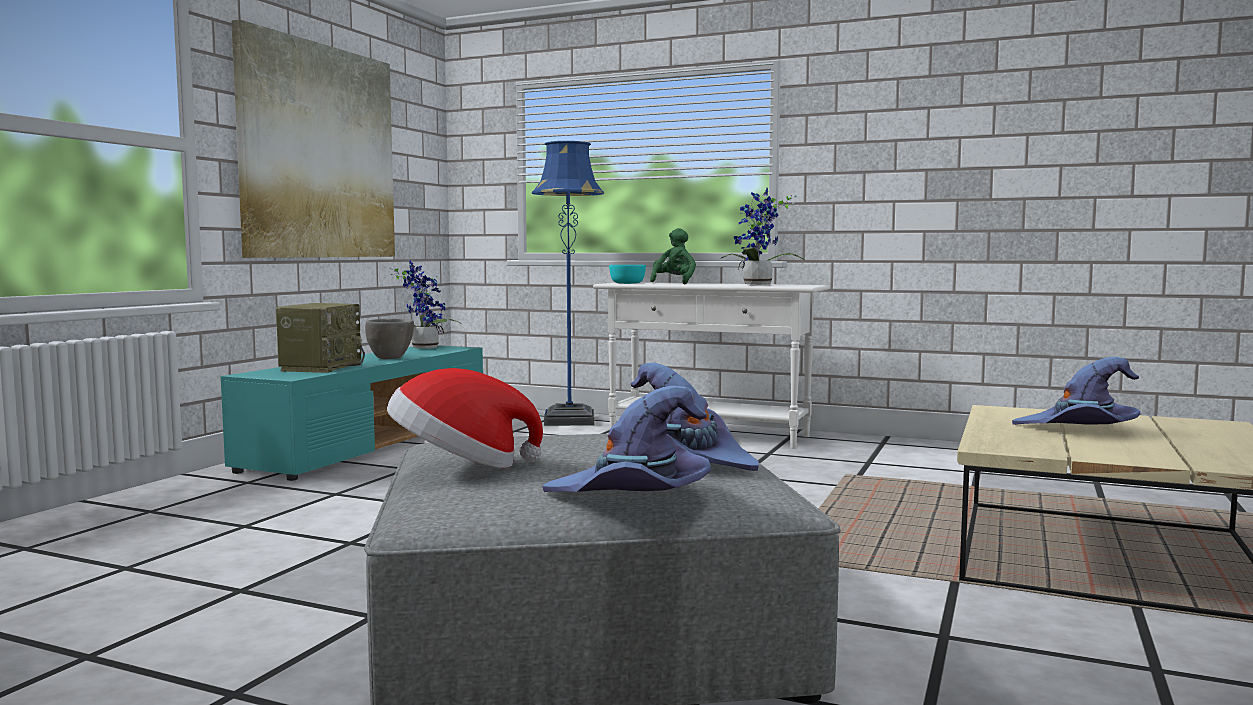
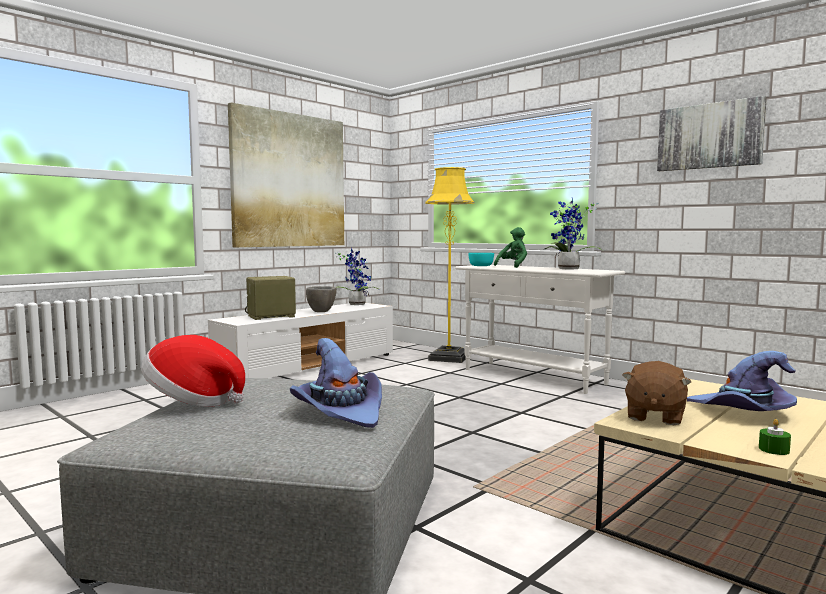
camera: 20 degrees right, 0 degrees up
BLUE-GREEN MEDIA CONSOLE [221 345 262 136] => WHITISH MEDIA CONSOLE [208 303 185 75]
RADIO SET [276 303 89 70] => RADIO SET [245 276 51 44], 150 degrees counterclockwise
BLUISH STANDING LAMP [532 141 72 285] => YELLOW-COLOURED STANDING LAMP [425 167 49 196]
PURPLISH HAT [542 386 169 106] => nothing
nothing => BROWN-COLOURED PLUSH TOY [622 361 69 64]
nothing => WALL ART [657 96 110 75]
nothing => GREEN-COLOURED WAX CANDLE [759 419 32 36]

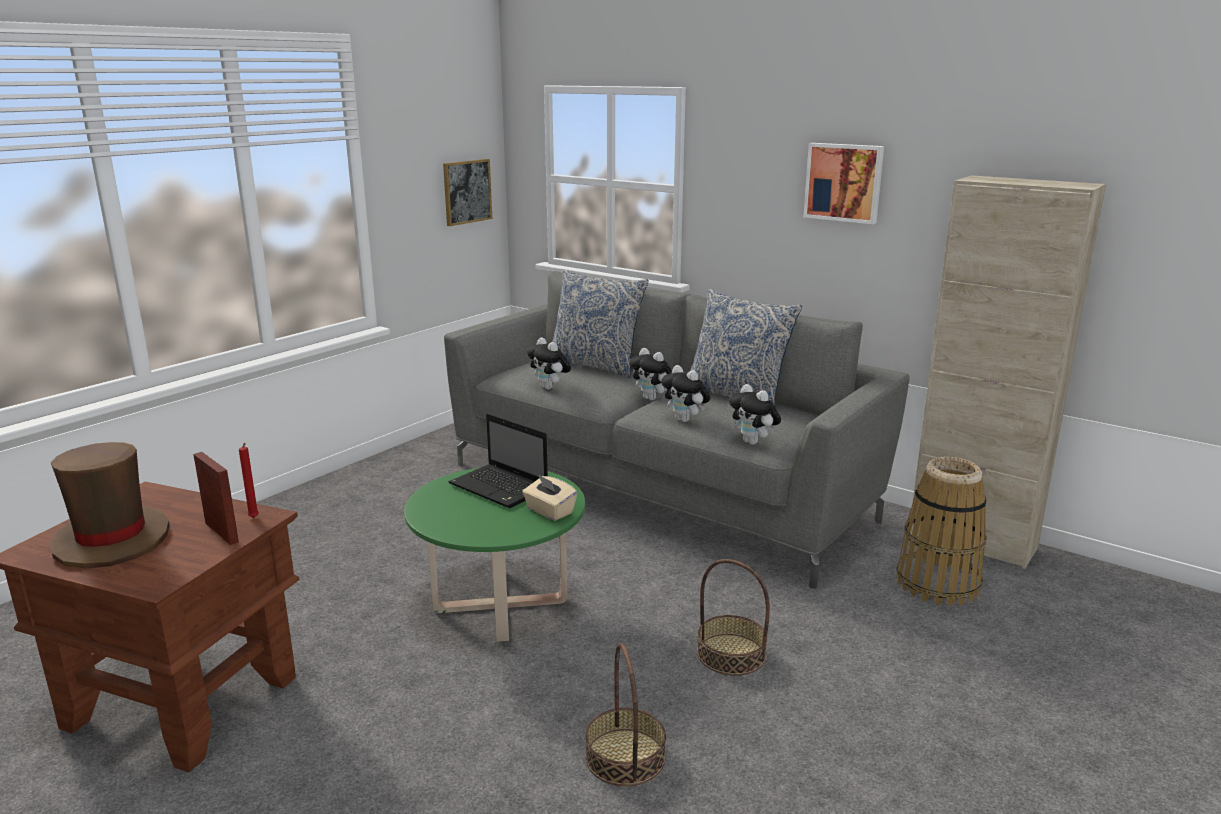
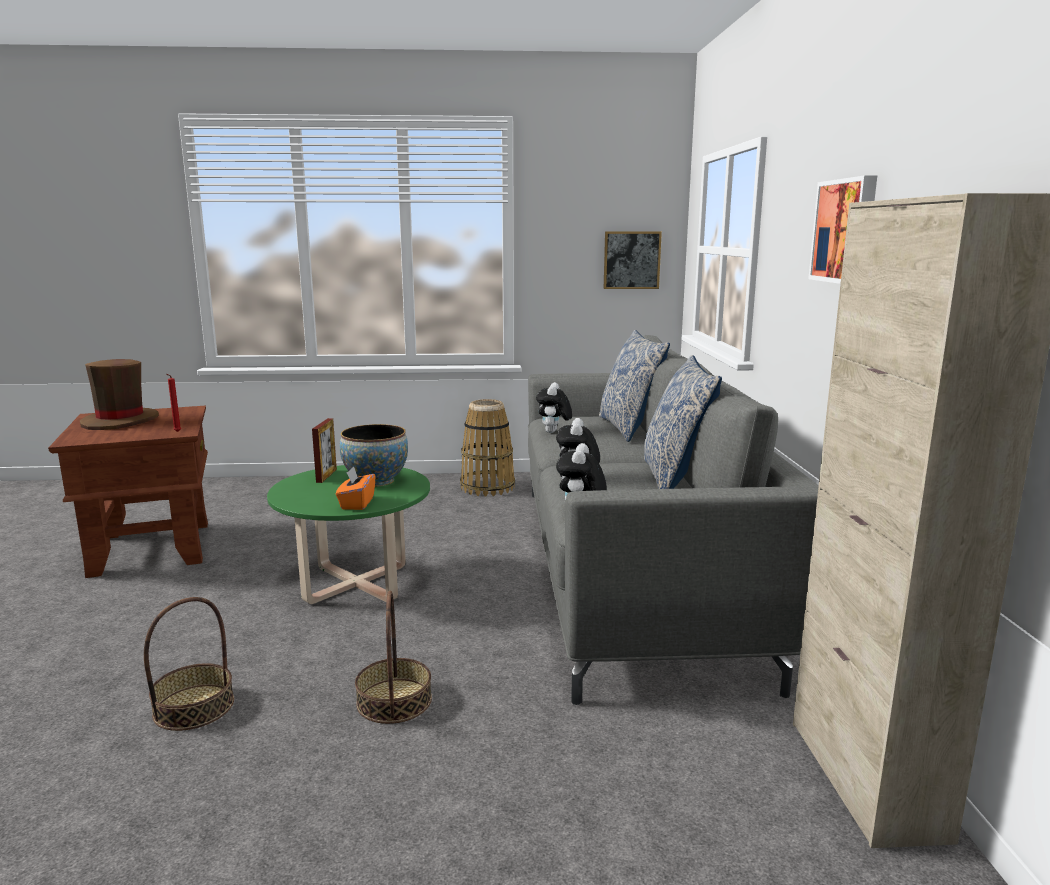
camera: 50 degrees right, 5 degrees down
STANDING FRAME [193 452 46 93] => STANDING FRAME [312 418 25 65], moved
NOTEBOOK COMPUTER [449 414 99 94] => DEEP DISH [340 424 68 63]
SAND-COLOURED TISSUE BOX [522 474 55 47] => ORANGE TISSUE BOX [336 466 40 44]
PLUSH TOY [629 348 43 53] => nothing
BASKET [896 457 91 149] => BASKET [460 399 55 98], moved

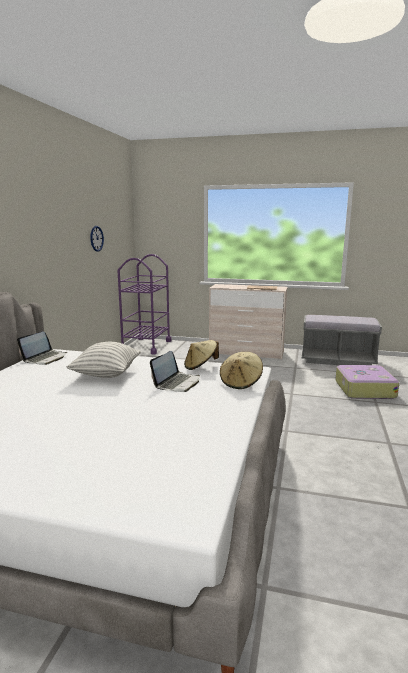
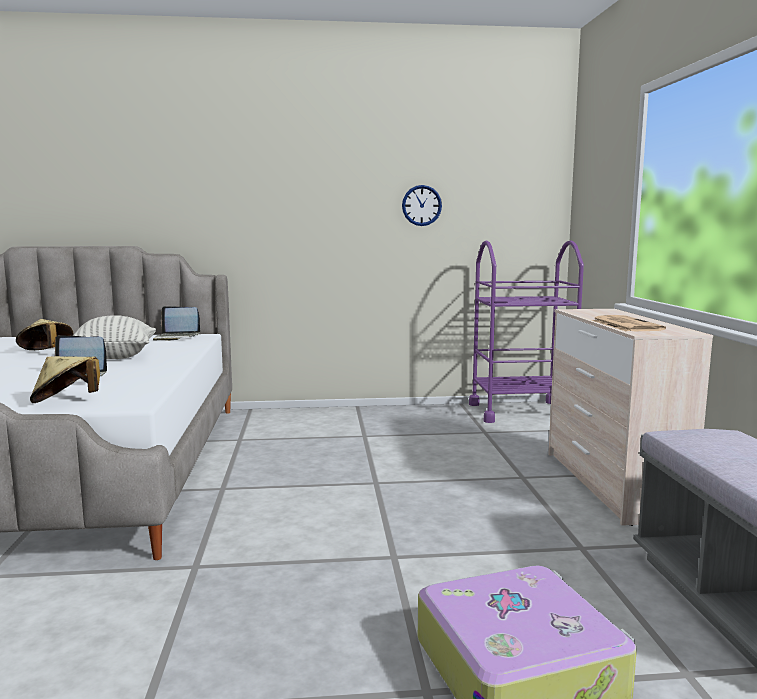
camera: 70 degrees right, 5 degrees down
SAND-COLOURED HAT [184 340 35 30] => SAND-COLOURED HAT [16 319 57 31], moved

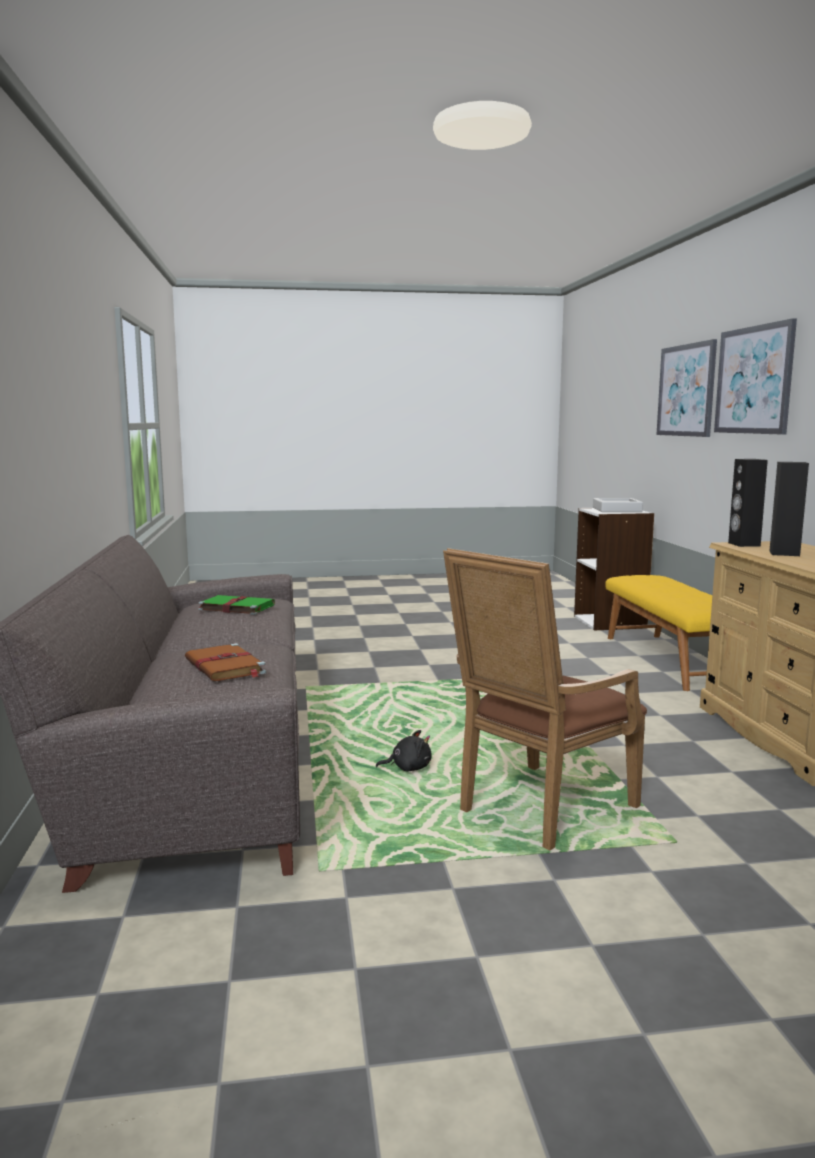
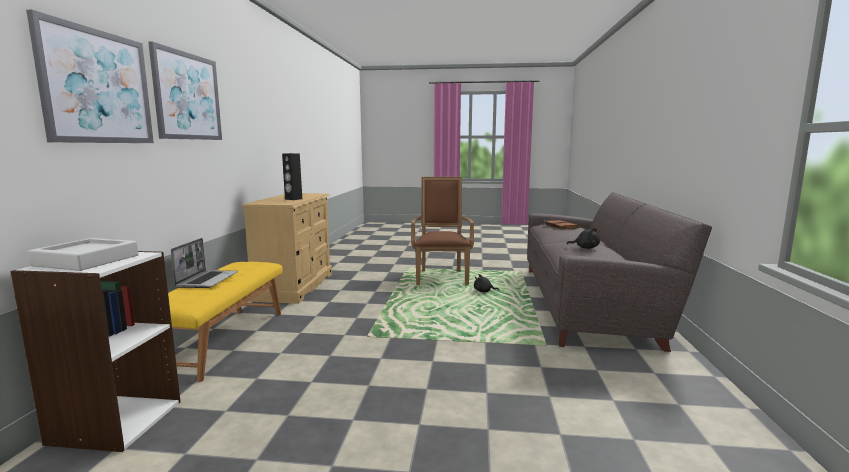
camera: 165 degrees left, 0 degrees up
GREEN-COLOURED VOLUME [198 595 77 20] => BLACKISH PLUSH TOY [567 228 33 21]
BROWN-COLOURED ARMCHAIR [443 548 204 302] => BROWN-COLOURED ARMCHAIR [411 177 63 108], 60 degrees counterclockwise
BLACKISH LOUDSPEAKER [728 459 40 88] => nothing
nothing => NOTEBOOK COMPUTER [171 238 67 50]

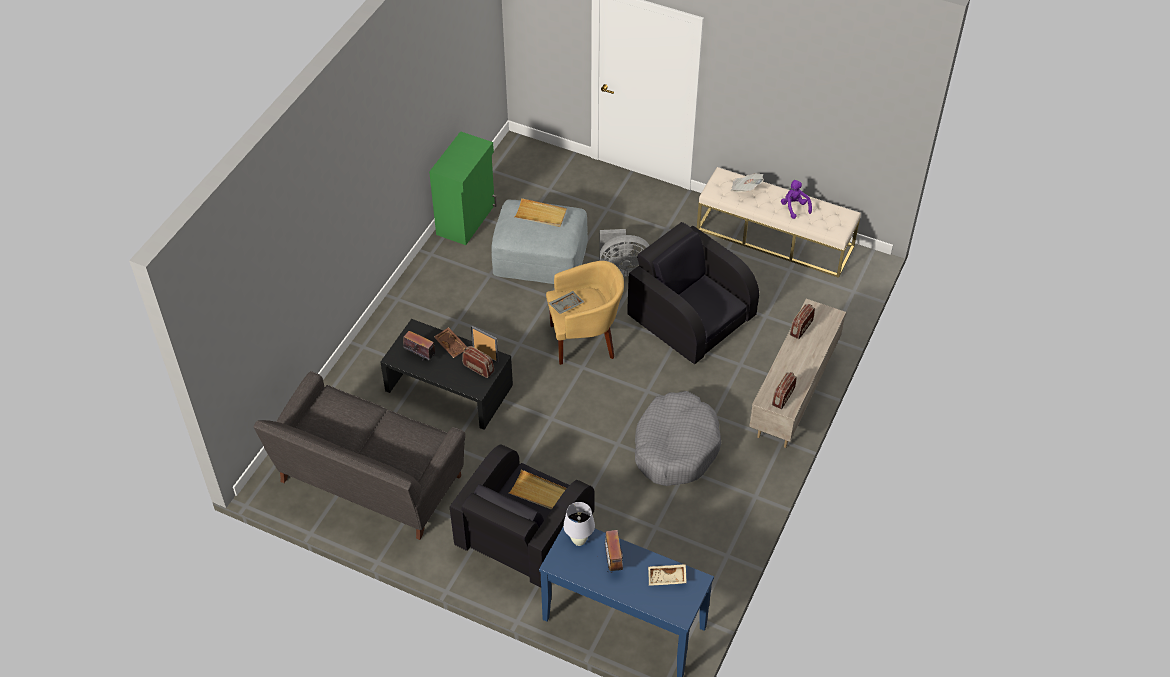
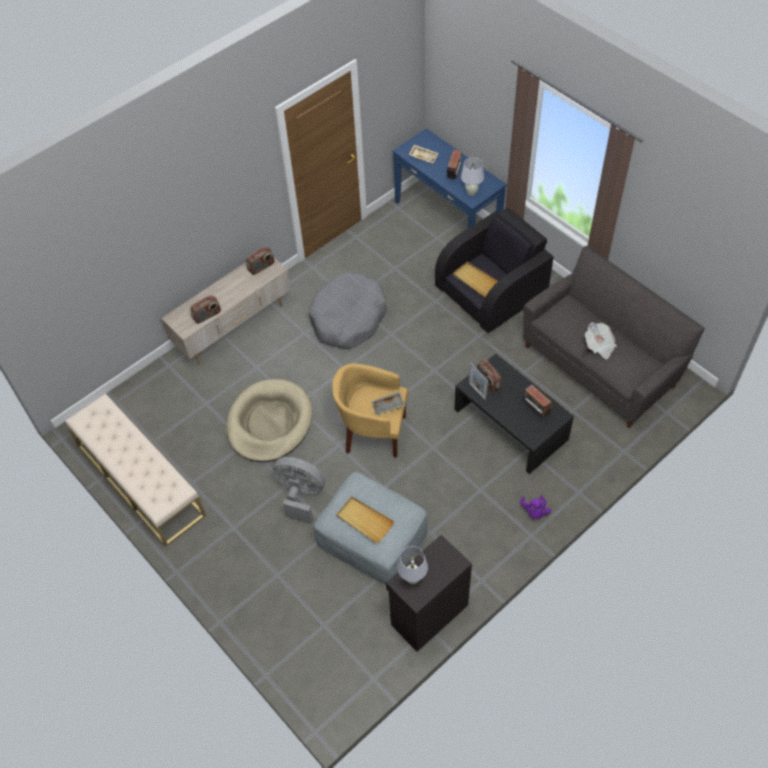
camera: 155 degrees left, 5 degrees up
GREEN-COLOURED CABINET [429 131 68 114] => BLACKISH CABINET [386 535 86 117]
BROWN-COLOURED CARRYING TRAY [434 327 33 31] => nothing
BLACKISH ARMCHAIR [627 222 132 142] => SAND-COLOURED DOG CUSHION [226 379 86 83]
PRINTED PAPER [731 173 33 19] => PRINTED PAPER [585 322 32 37], moved
PURPLISH PLUSH TOY [781 180 31 39] => PURPLISH PLUSH TOY [520 495 31 24], moved
nothing => WHITISH TABLE LAMP [397 546 31 38]

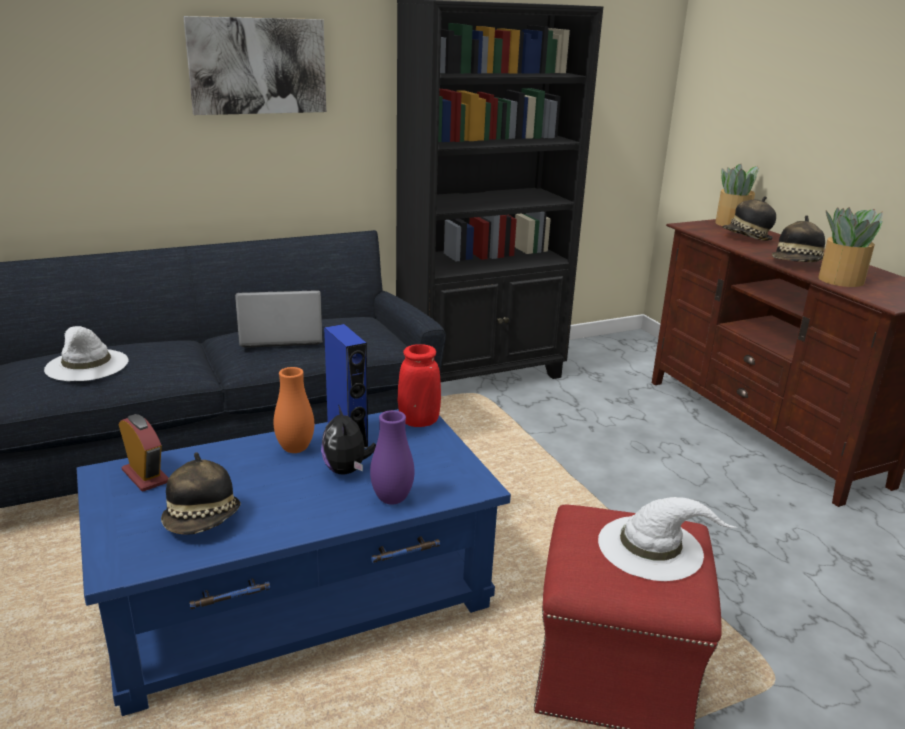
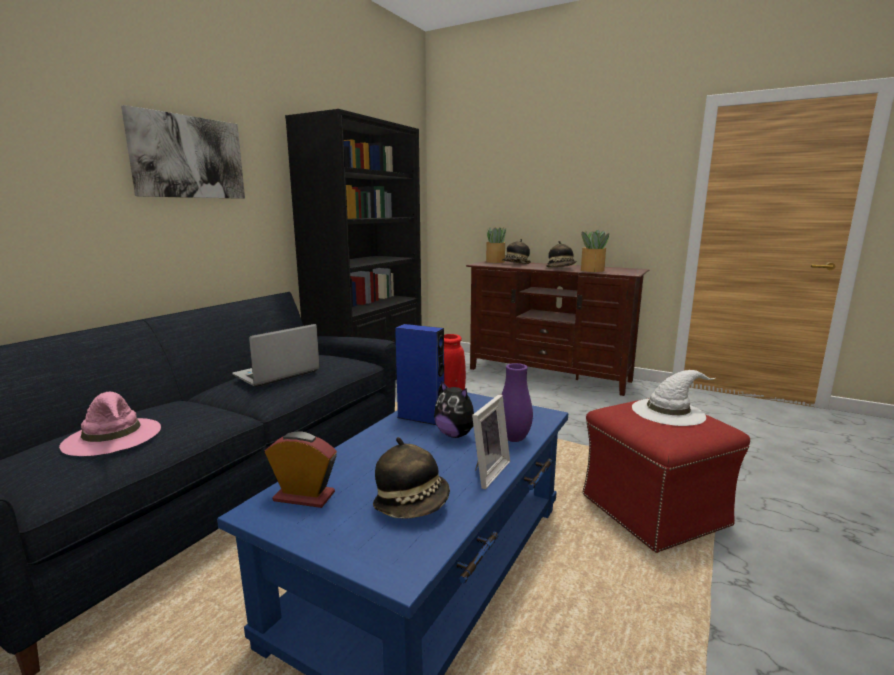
camera: 35 degrees left, 10 degrees down
WHITISH HAT [44 326 85 55] => PINKISH HAT [59 391 102 65]
ORANGE VASE [274 367 40 86] => nothing
nothing => STANDING FRAME [472 394 38 95]

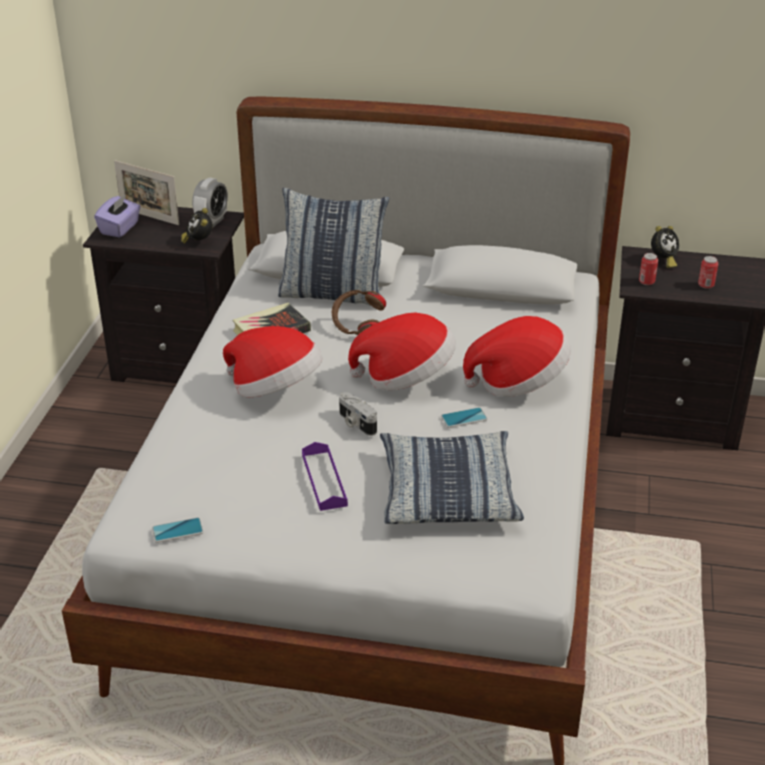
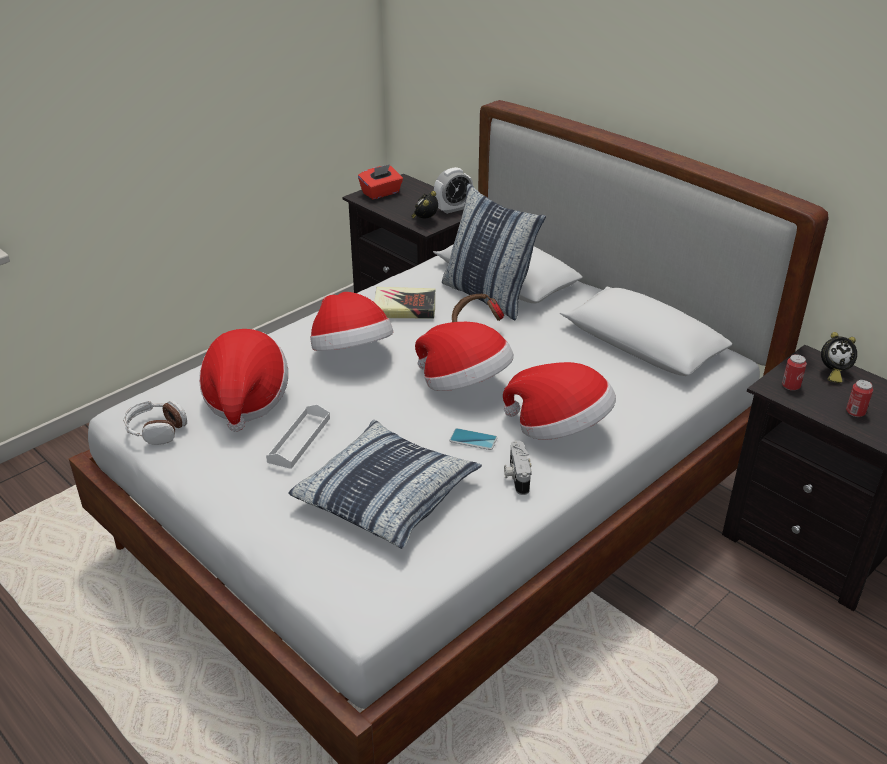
camera: 35 degrees right, 0 degrees up
PURPLISH TISSUE BOX [94 194 47 44] => REDDISH TISSUE BOX [358 164 45 35]
STANDING FRAME [114 160 65 65] => nothing
PHONE [152 518 52 25] => HEADSET [123 400 64 45]
PURPLISH CARRYING TRAY [302 442 46 69] => WHITISH CARRYING TRAY [266 404 64 65]
STILL CAMERA [339 392 38 44] => STILL CAMERA [504 440 28 55], moved
nothing => HAT [199 329 89 103]

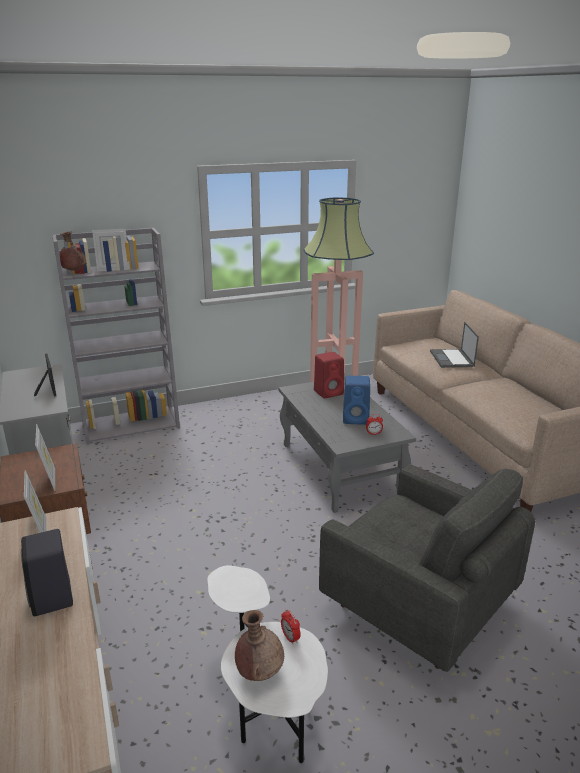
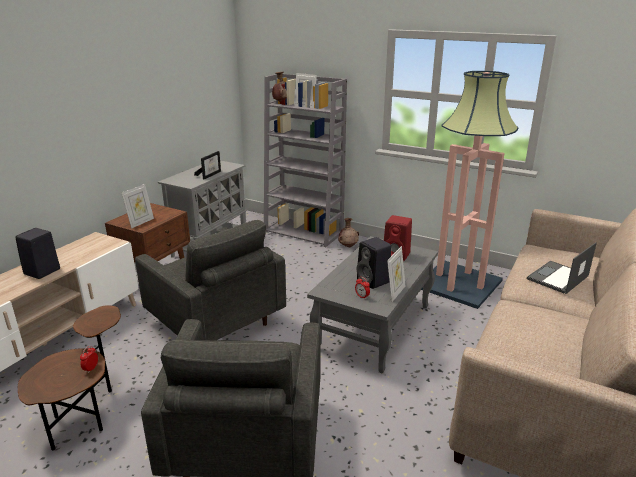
camera: 50 degrees right, 0 degrees up
STANDING FRAME [24 470 22 63] => STANDING FRAME [387 246 18 56], moved
WHITISH SIDE TABLE [207 565 121 198] => BROWN-COLOURED SIDE TABLE [18 306 103 145]
BROWN-COLOURED VASE [235 610 49 71] => BROWN-COLOURED VASE [338 218 21 29], moved
BLUISH LOUDSPEAKER [343 376 27 49] => BLACKISH LOUDSPEAKER [357 237 34 52]
nothing => GREYISH ARMCHAIR [135 220 151 121]

